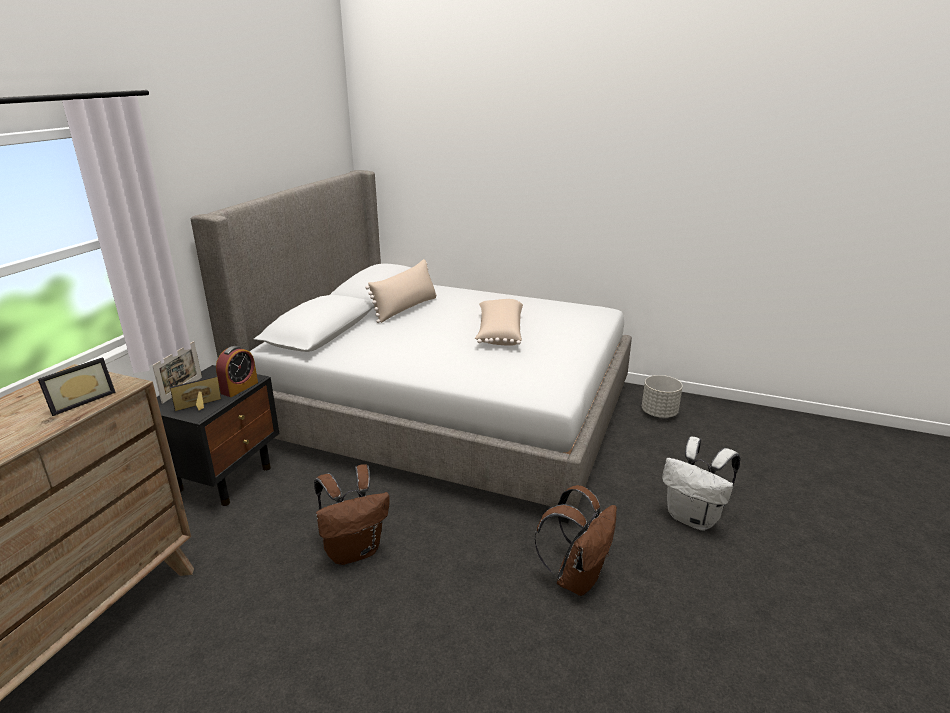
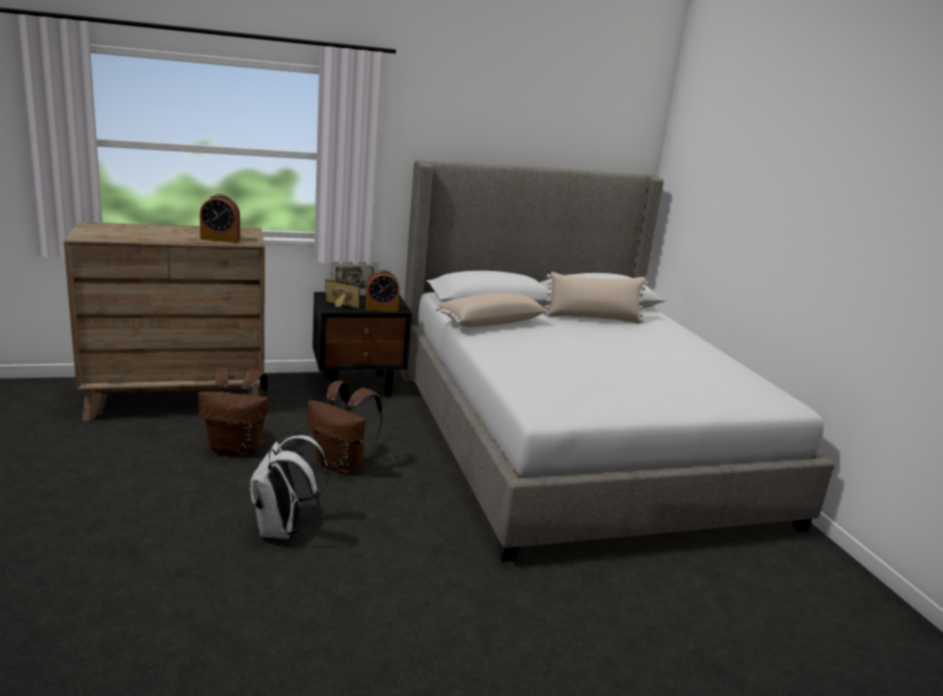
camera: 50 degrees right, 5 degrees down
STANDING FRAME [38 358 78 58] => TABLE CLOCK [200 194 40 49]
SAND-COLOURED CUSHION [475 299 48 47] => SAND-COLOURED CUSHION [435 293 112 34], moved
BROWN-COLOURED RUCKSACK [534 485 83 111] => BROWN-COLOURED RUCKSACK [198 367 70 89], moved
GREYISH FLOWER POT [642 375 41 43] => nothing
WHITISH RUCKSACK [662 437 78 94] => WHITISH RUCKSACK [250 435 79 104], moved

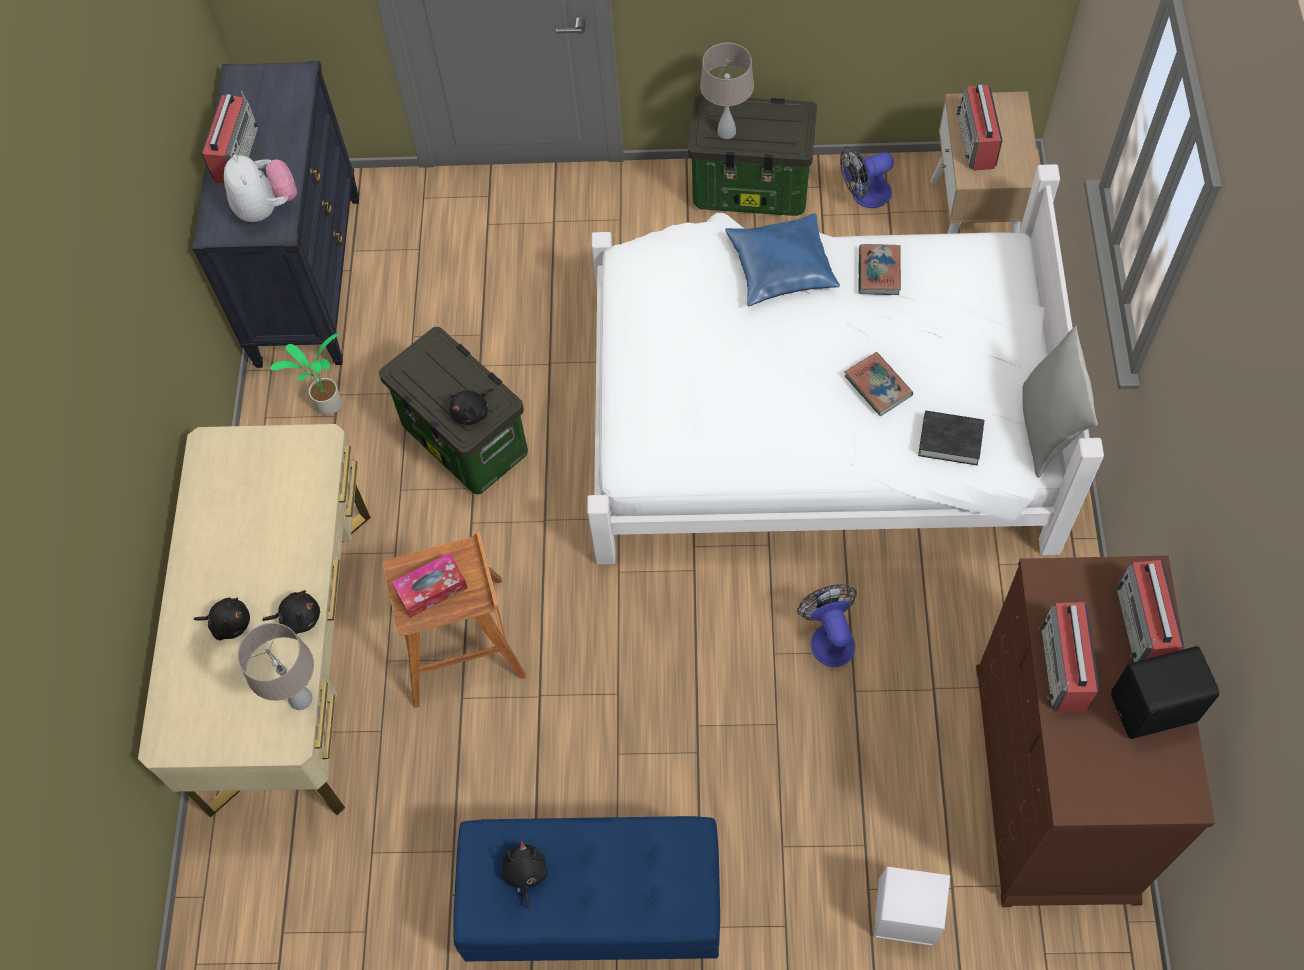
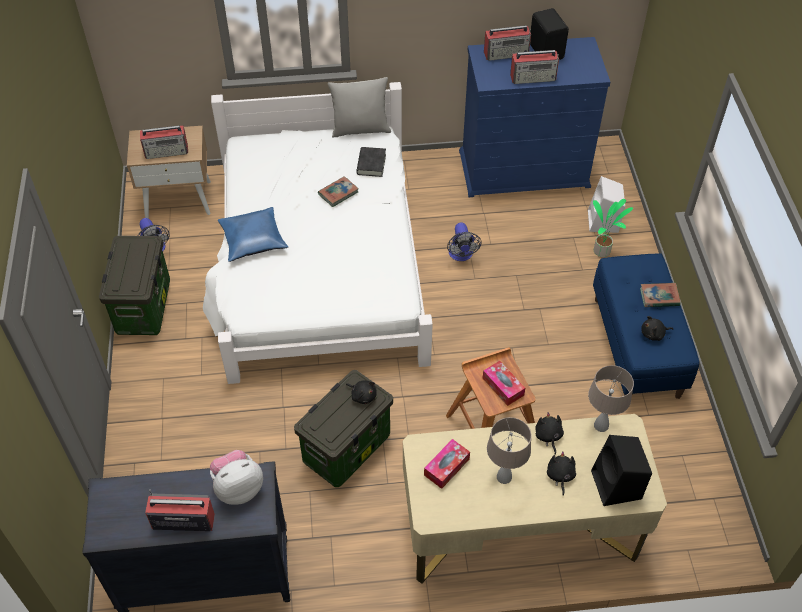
camera: 100 degrees left, 10 degrees down
HOUSEPLANT [270 333 72 82] => HOUSEPLANT [593 199 40 58], moved
SAND-COLOURED TABLE LAMP [700 43 54 96] => SAND-COLOURED TABLE LAMP [487 417 44 67], moved
COOLING FAN [797 584 60 83] => COOLING FAN [447 222 35 39], 75 degrees counterclockwise
VOLUME [859 244 42 51] => VOLUME [640 283 41 24], moved
BROWN-COLOURED DRESSER [976 556 239 351] => BLUISH DRESSER [459 37 151 160]
nothing => TISSUE BOX [424 439 46 50]
nothing => BLACKISH LOUDSPEAKER [591 435 61 71]

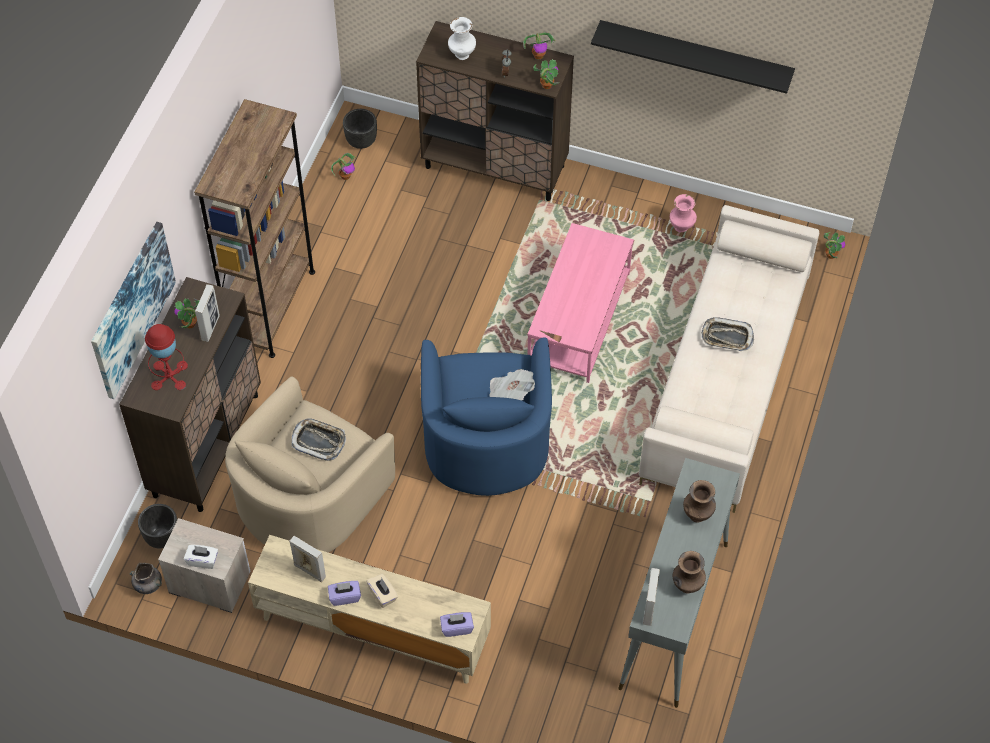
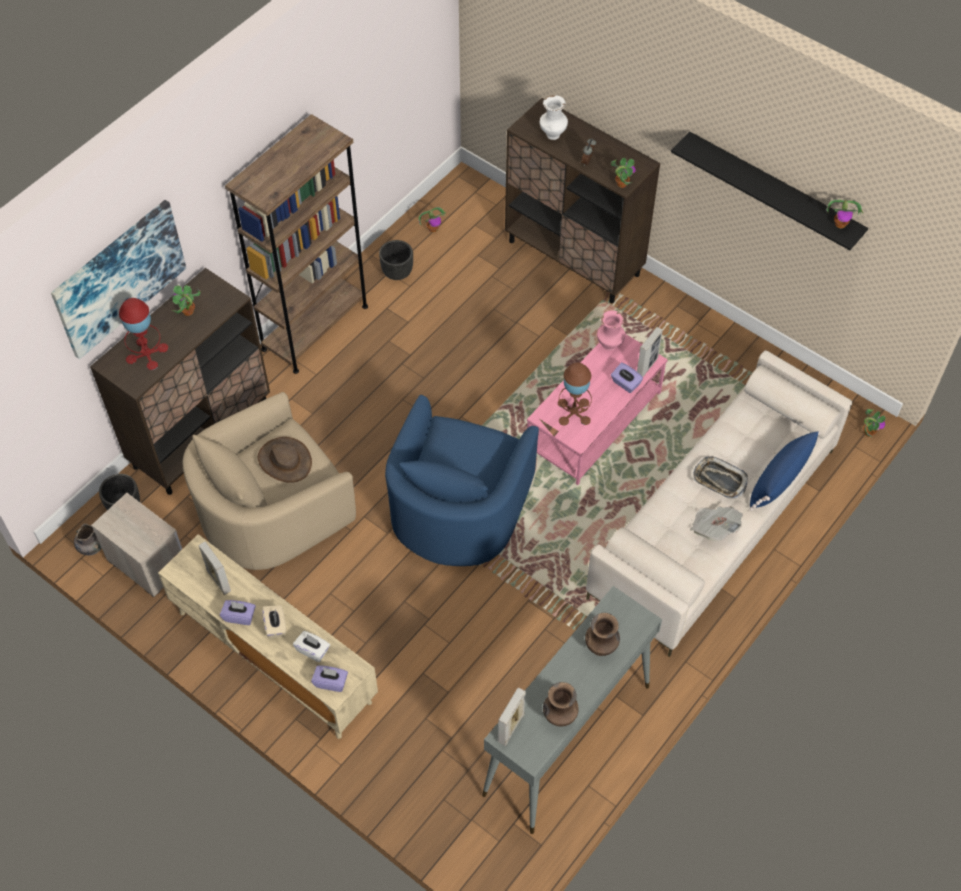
camera: 20 degrees right, 0 degrees up
WHITISH TISSUE BOX [184 545 34 24] => WHITISH TISSUE BOX [293 631 37 31], moved
STANDING FRAME [195 284 25 58] => STANDING FRAME [637 327 26 50], moved
CARRYING TRAY [291 418 55 43] => BROWN-COLOURED HAT [258 437 54 46]
BLACKISH FLOWER POT [343 109 34 40] => BLACKISH FLOWER POT [379 240 34 40], moved
PRINTED PAPER [489 369 46 31] => PRINTED PAPER [690 506 53 35], moved
HOUSEPLANT [523 32 33 27] => HOUSEPLANT [826 199 37 29], moved
PINKISH VASE [670 194 27 39] => PINKISH VASE [597 310 29 41], moved
nothing => BROWN-COLOURED TABLE LAMP [558 363 34 62]
nothing => PURPLISH TISSUE BOX [611 363 32 30]
nothing => BLUISH CUSHION [750 431 71 80]

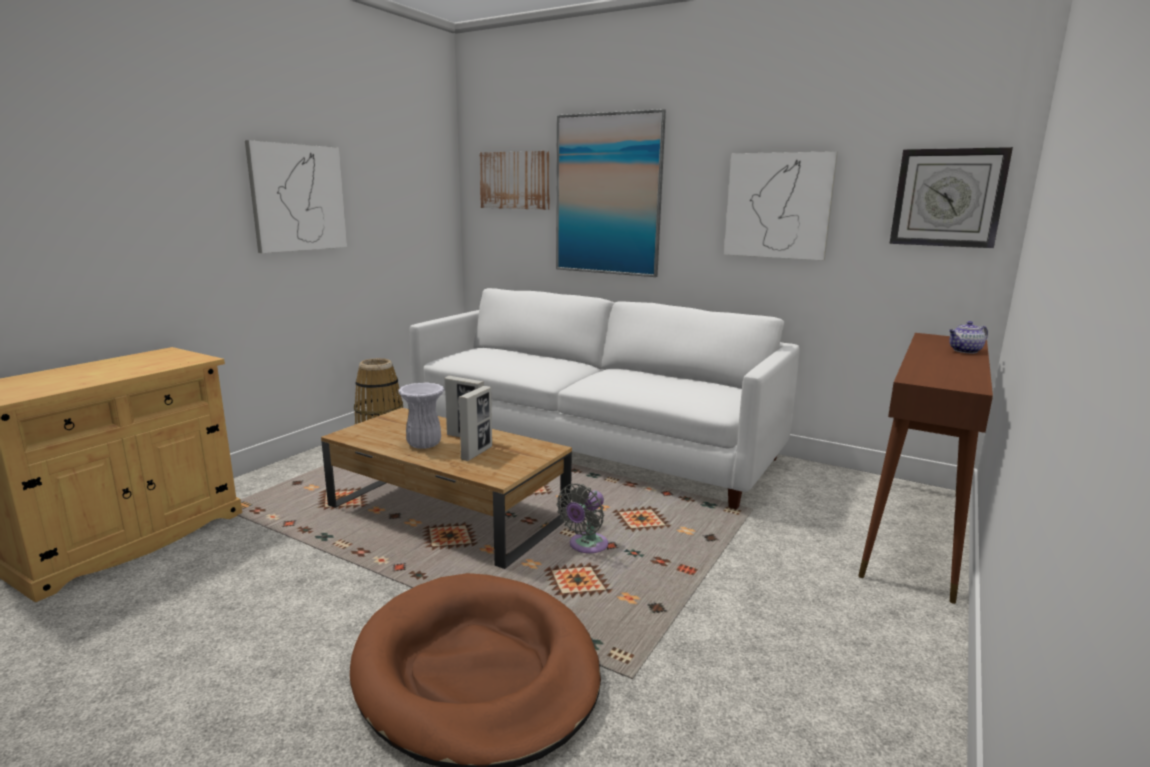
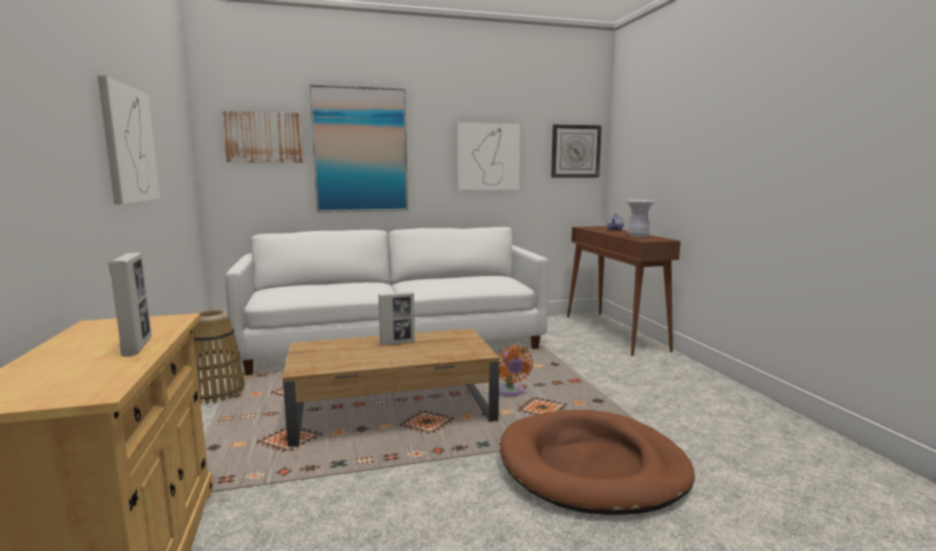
camera: 45 degrees left, 5 degrees down
WHITISH VASE [398 382 47 67] => WHITISH VASE [626 200 29 37], moved
STANDING FRAME [458 386 34 75] => STANDING FRAME [109 253 43 103], moved
GREYISH COOLING FAN [557 483 51 70] => ORANGE COOLING FAN [498 345 35 51]

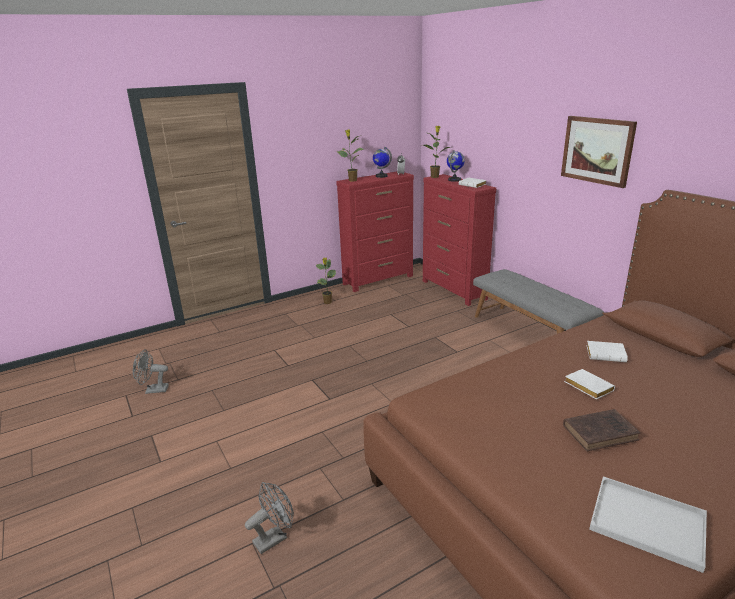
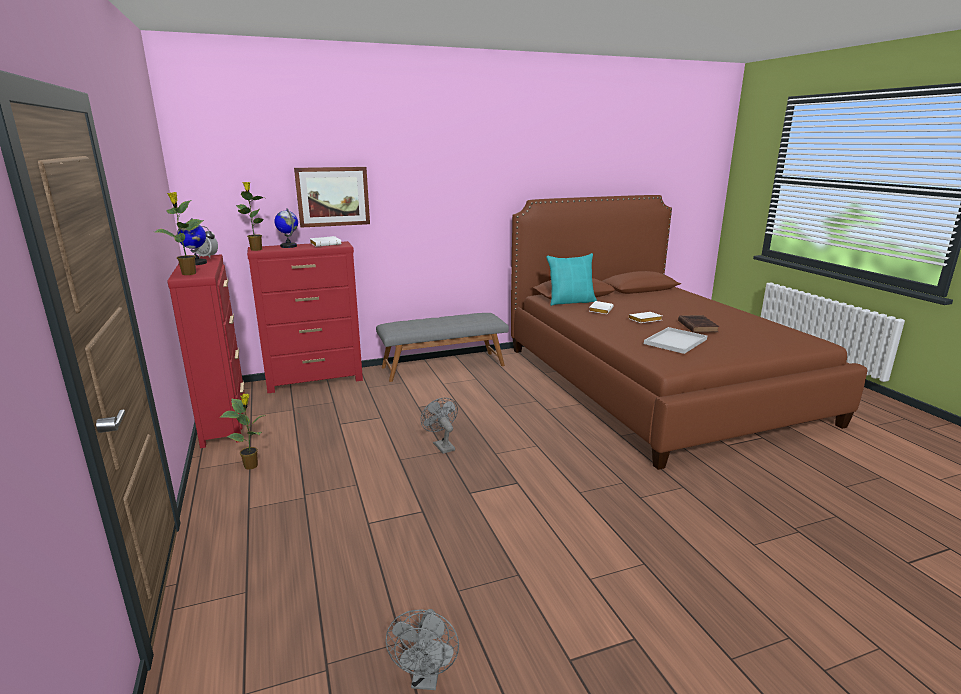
camera: 80 degrees left, 5 degrees down
GREYISH COOLING FAN [245 482 49 72] => GREYISH COOLING FAN [421 398 37 56], moved
WALL ART [561 116 76 72] => WALL ART [294 167 76 61], moved
WHITISH CARRYING TRAY [589 476 118 97] => WHITISH CARRYING TRAY [644 327 63 27], moved
nothing => BLUE-GREEN CUSHION [546 253 51 53]

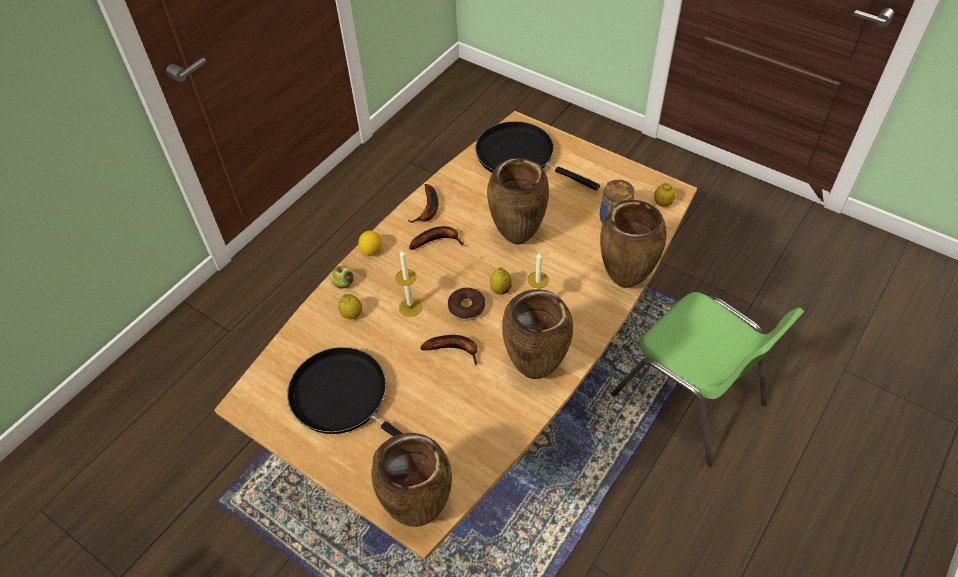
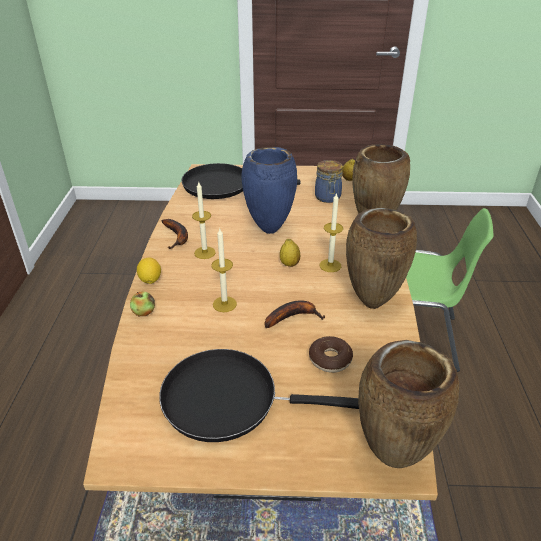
camera: 35 degrees left, 15 degrees down
WHOLE LEMON [338 294 24 25] => nothing
BANANA [409 226 55 24] => WAX CANDLE [192 181 24 78]
DOUGHNUT [448 288 38 33] => DOUGHNUT [309 336 44 37], moved
BROWN-COLOURED VASE [487 158 62 87] => BLUISH VASE [241 147 56 87]

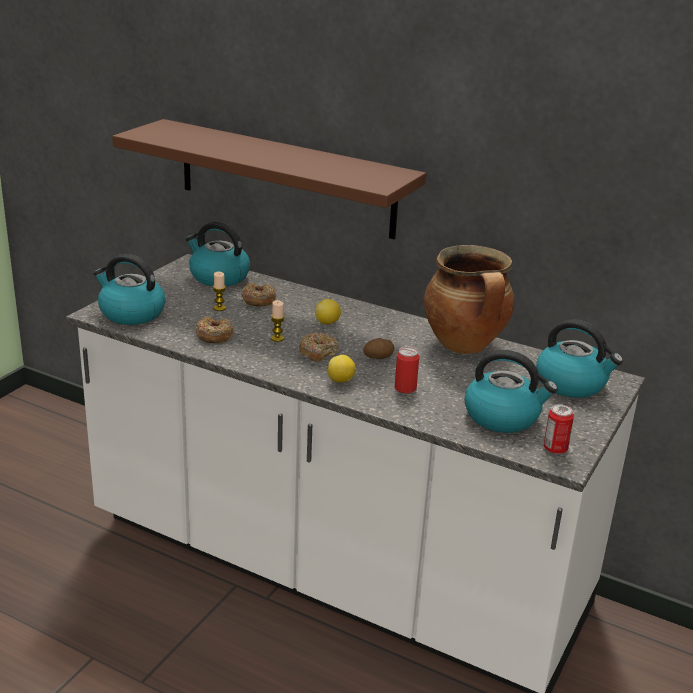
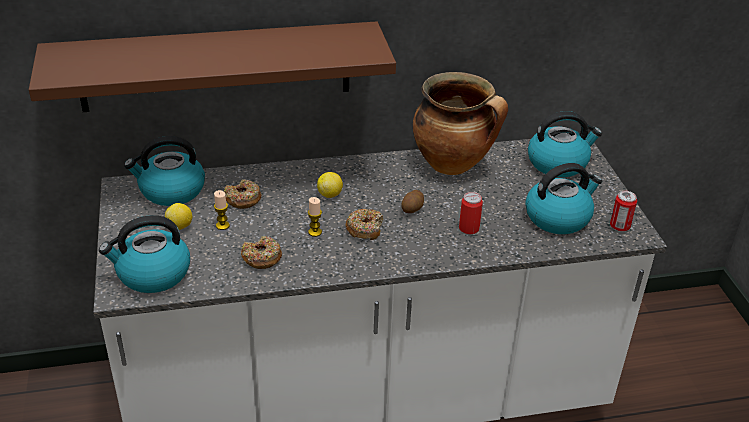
camera: 40 degrees left, 10 degrees up
WHOLE LEMON [328 355 28 28] => WHOLE LEMON [165 203 27 27], moved

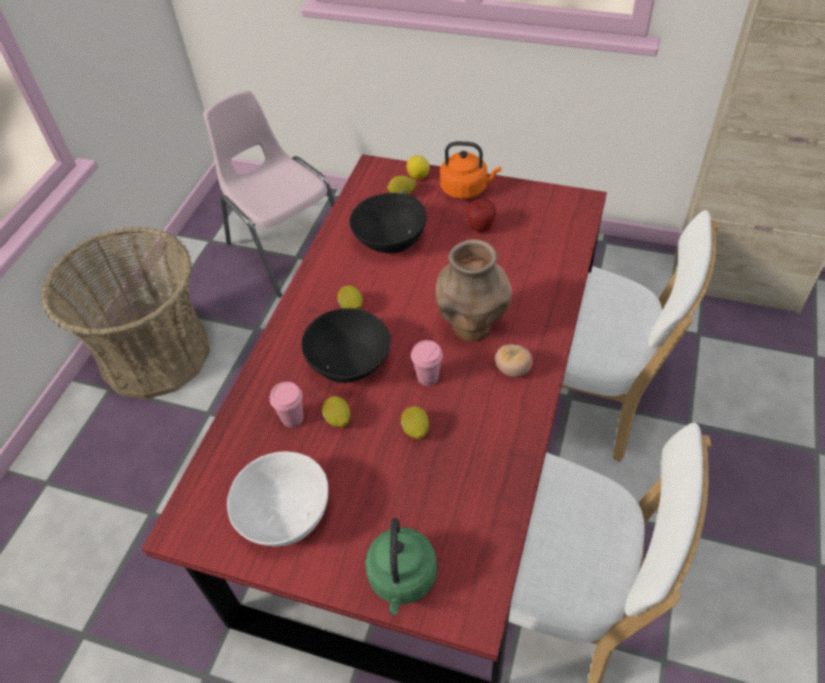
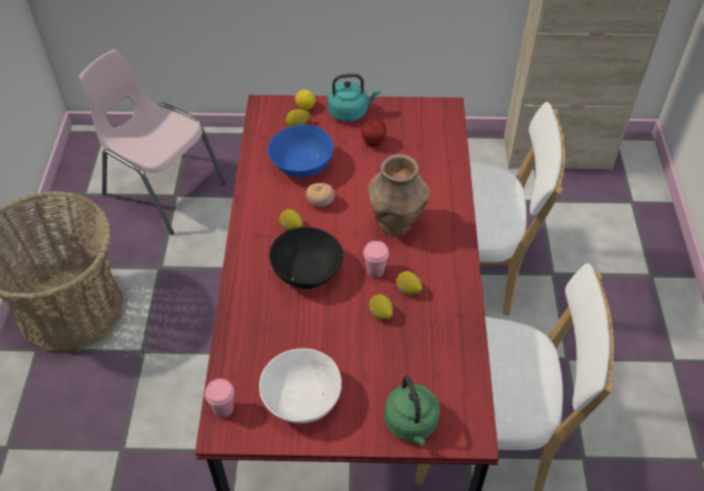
camera: 20 degrees left, 0 degrees up
PINKISH CUP [270 382 34 46] => PINKISH CUP [205 378 29 40], moved
WHOLE LEMON [322 396 29 31] => WHOLE LEMON [396 271 26 24], moved
BLACKISH DEEP DISH [350 193 77 60] => BLUISH DEEP DISH [268 125 66 52]
ORANGE WATER KETTLE [440 141 61 58] => BLUE-GREEN WATER KETTLE [327 74 53 47]
FRESH TOMATO [495 344 37 33] => FRESH TOMATO [306 183 29 24], moved

